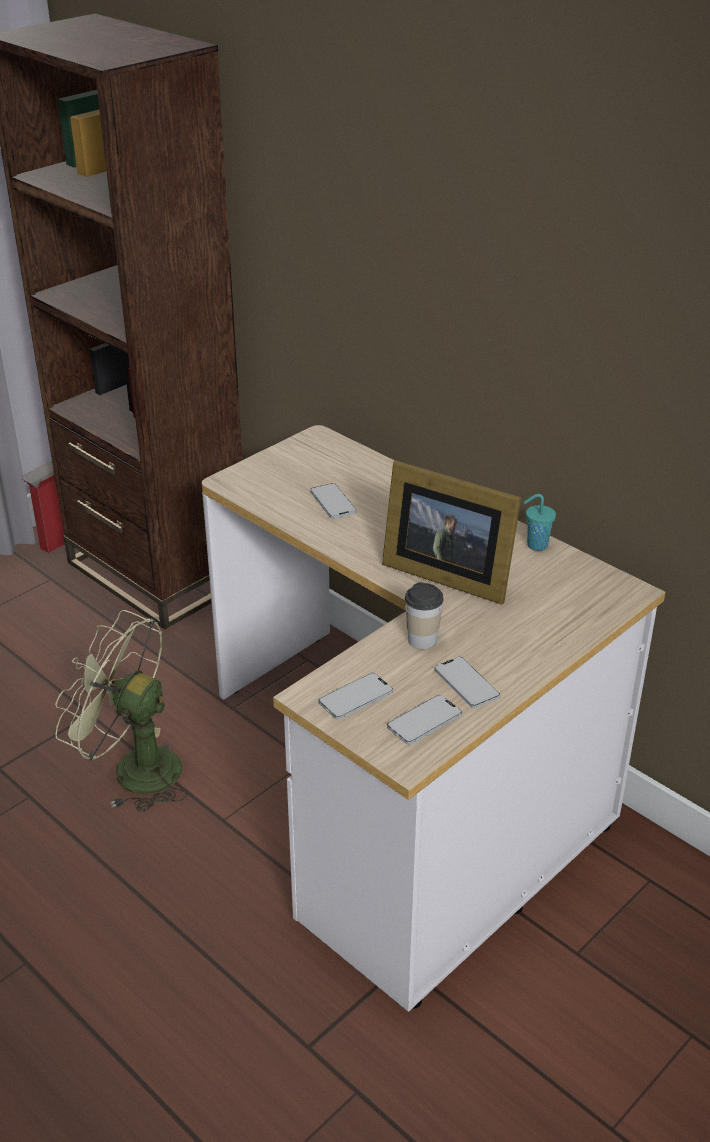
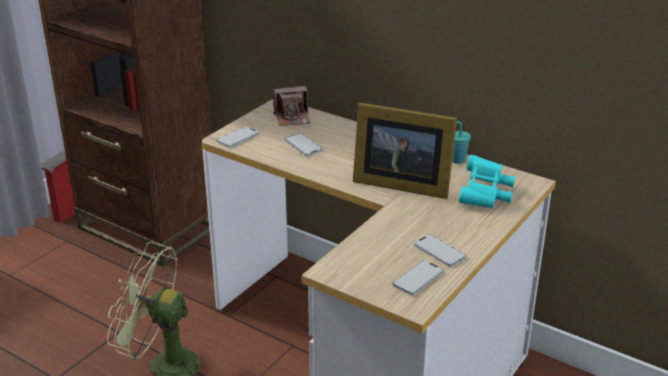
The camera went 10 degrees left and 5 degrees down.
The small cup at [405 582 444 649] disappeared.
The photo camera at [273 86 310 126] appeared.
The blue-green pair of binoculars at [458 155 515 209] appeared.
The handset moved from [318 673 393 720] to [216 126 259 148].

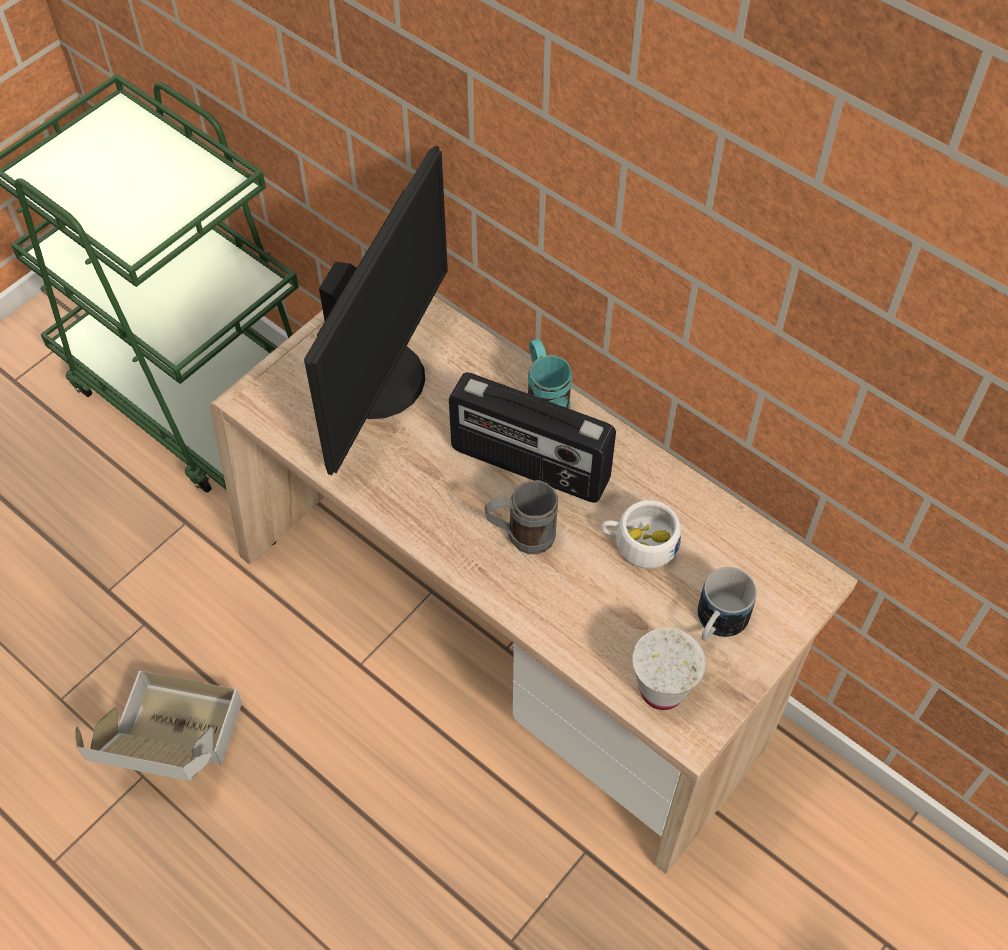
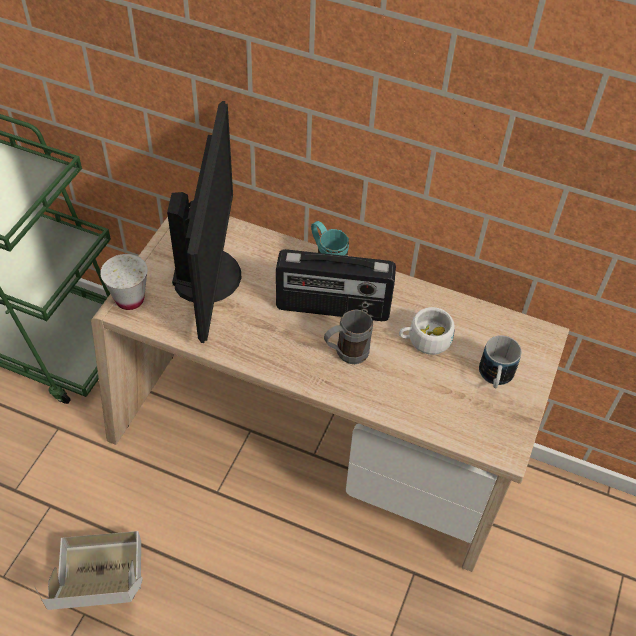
The camera went 20 degrees left and 5 degrees down.
The white-coloured small cup moved from [632 628 706 710] to [100 254 147 310].

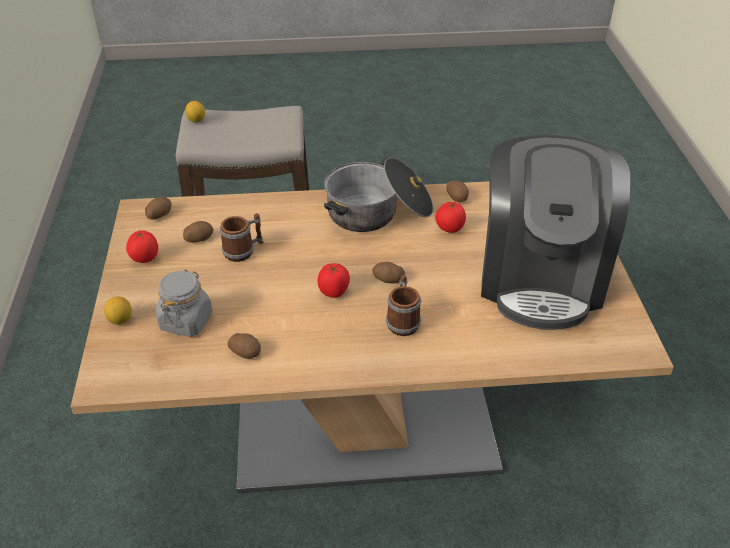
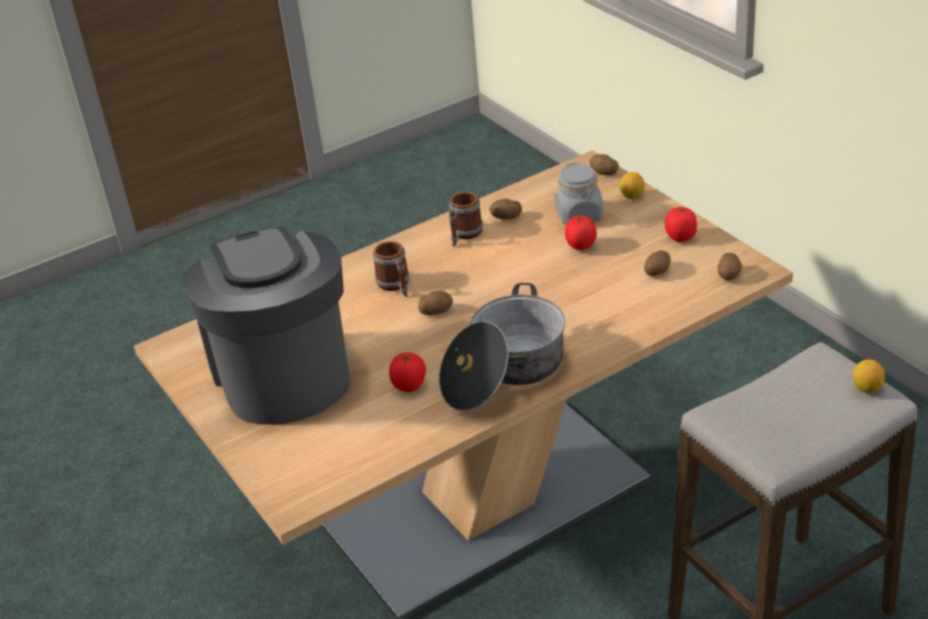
The camera went 155 degrees right and 5 degrees down.
The mug moved from [220 213 264 262] to [449 192 483 247].
The tomato moved from [318 263 350 298] to [565 215 597 250].
The potato moved from [446 180 469 202] to [590 154 619 175].

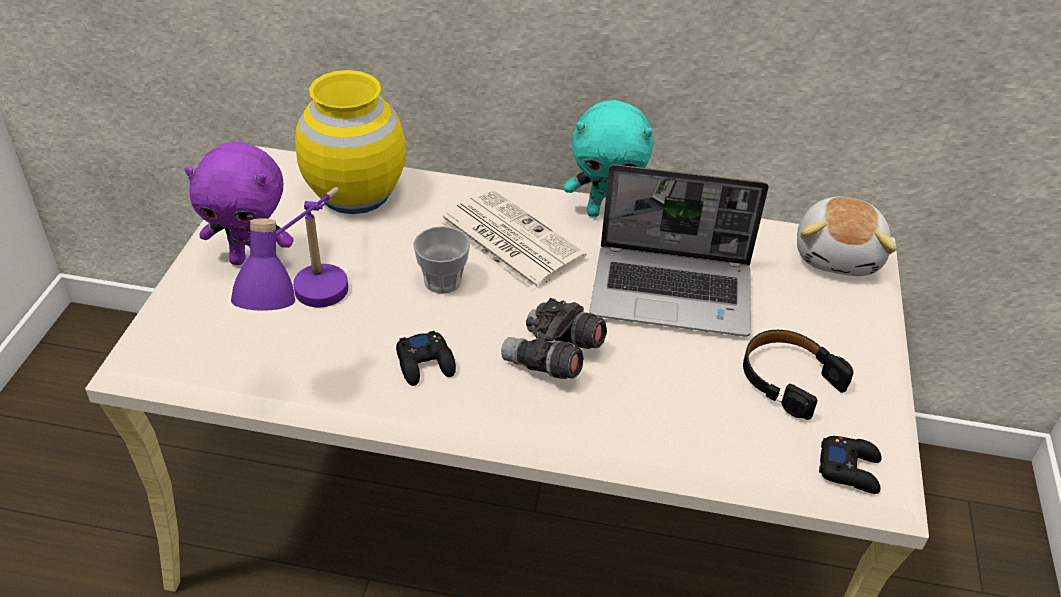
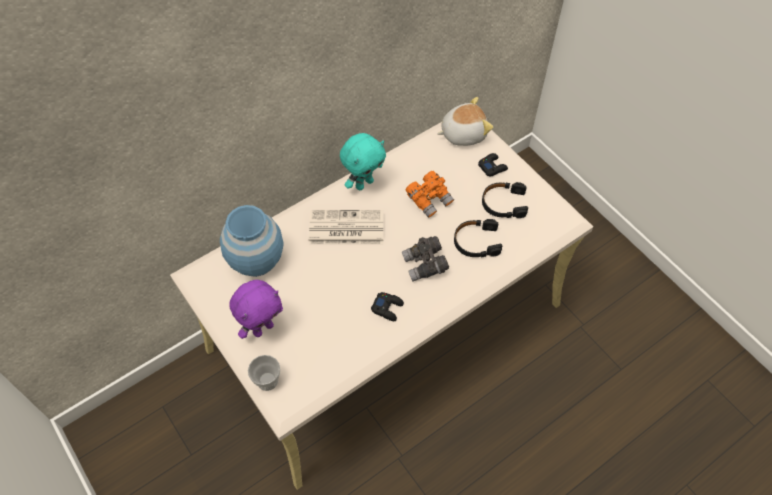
The camera went 45 degrees left and 15 degrees up.
The purple lamp for a table at [231 187 348 311] disappeared.
The black-coloured headphones at [454 219 502 258] appeared.
The small cup moved from [413 226 470 294] to [248 355 280 391].
The black-coloured joypad moved from [819 436 882 494] to [478 153 508 177].
The portable computer at [590 165 769 336] was replaced by the orangey pair of binoculars at [406 171 454 218].
The yellowish vase at [295 70 406 214] became the blue-coloured vase at [220 205 283 277].
The plush toy at [797 197 897 276] turned 75 degrees counterclockwise.

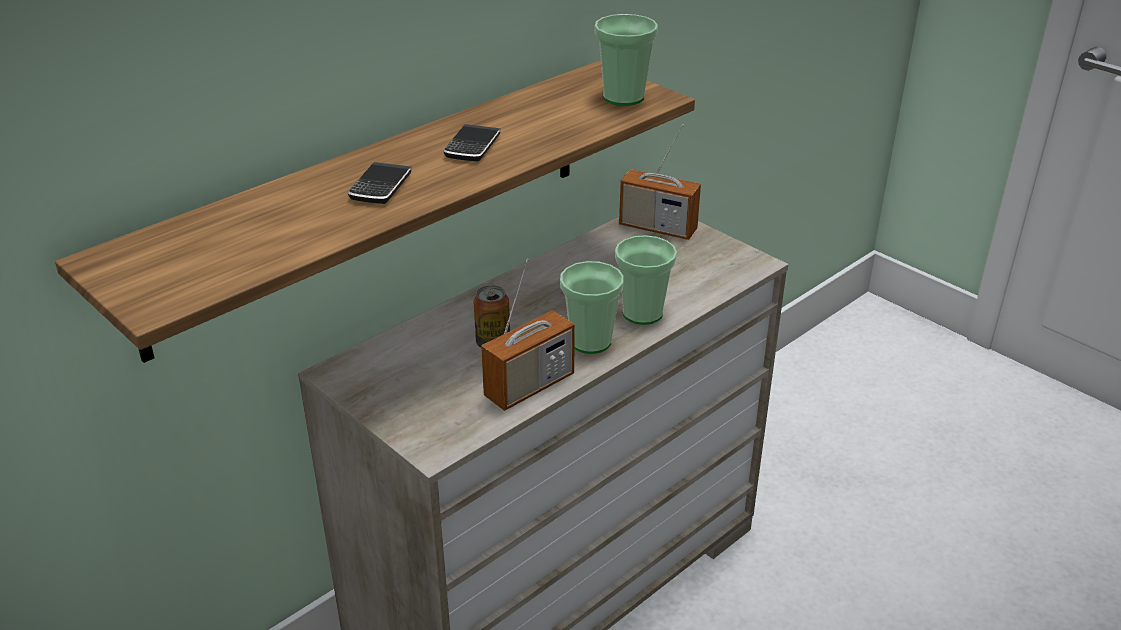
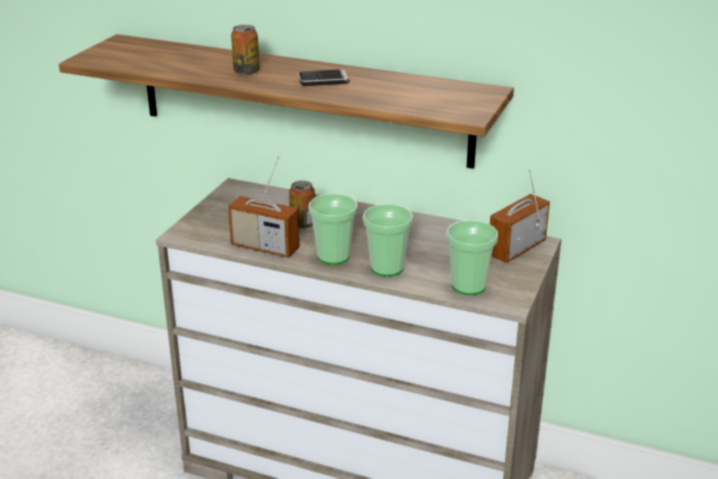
The camera went 65 degrees right and 5 degrees down.
The small cup moved from [594 14 658 106] to [447 220 498 295].
The handset at [348 162 412 204] was replaced by the can at [231 25 260 75].
The radio at [619 124 701 240] turned 45 degrees clockwise.

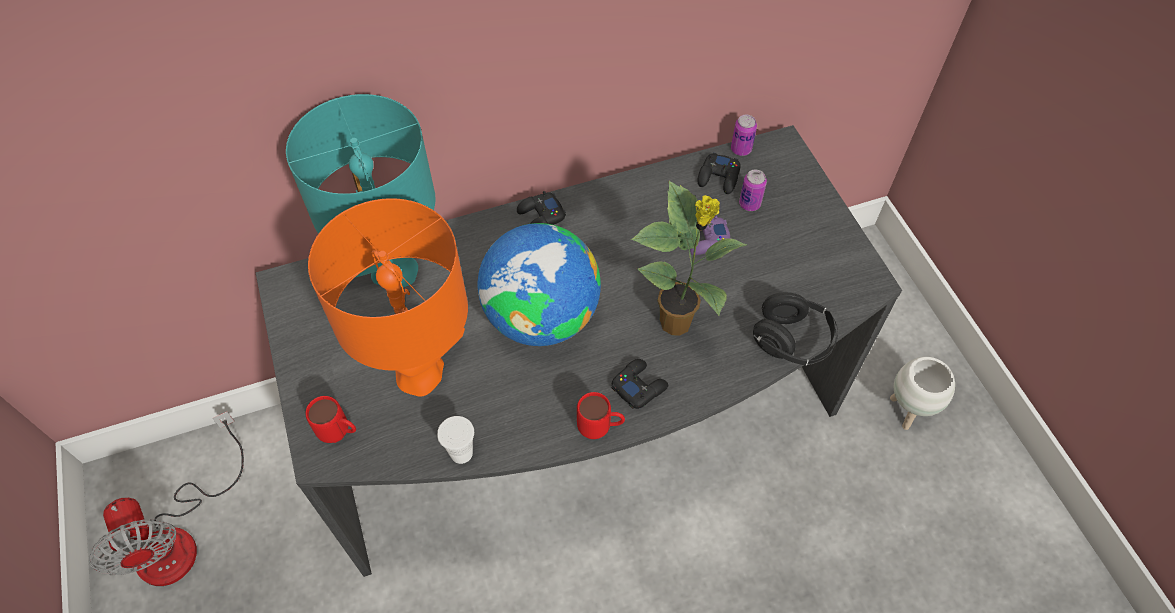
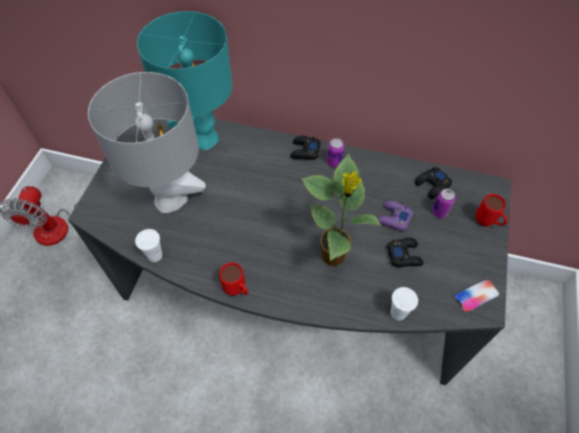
The camera went 35 degrees right and 0 degrees up.
The globe at [478 223 601 346] disappeared.
The white-coloured flower pot at [890 357 955 430] disappeared.
The handset at [453 279 500 313] appeared.
The reddish mug moved from [306 396 356 443] to [476 194 508 226].
The black-coloured joypad moved from [612 359 668 409] to [387 238 424 267].
The can moved from [731 115 757 156] to [327 138 344 167].
The black-coloured headphones at [753 292 838 366] was replaced by the white-coloured small cup at [390 287 418 320].
The orangey lamp for a table at [308 198 468 397] became the grey lamp for a table at [88 72 206 213].

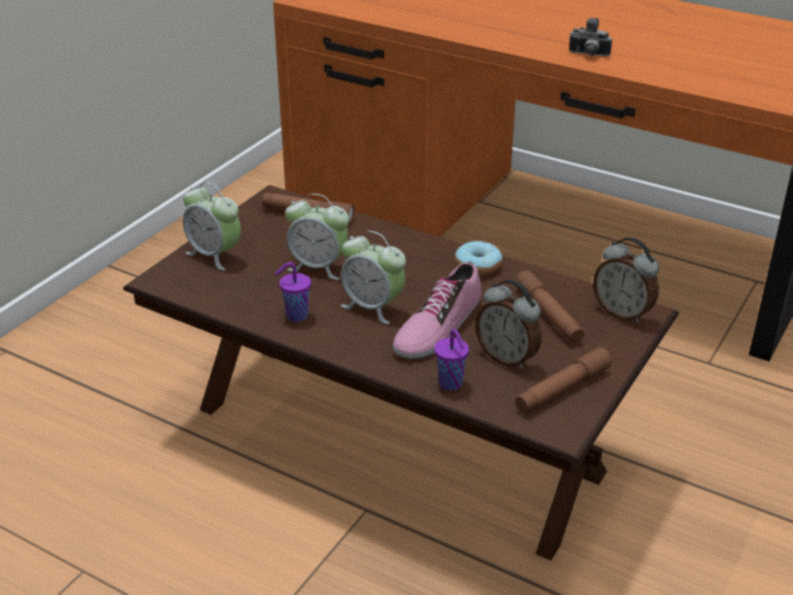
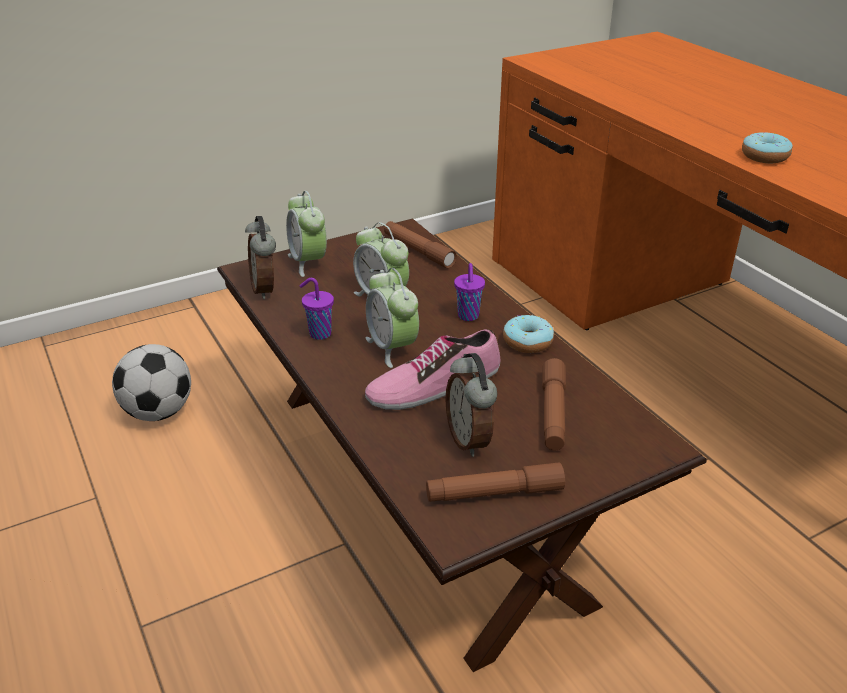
The camera went 30 degrees right and 0 degrees up.
The football at [112 344 191 421] appeared.
The purple small cup moved from [434 329 469 391] to [454 263 485 321].
The alarm clock moved from [593 237 659 324] to [245 216 276 299].
The photo camera at [569 18 612 57] was replaced by the doughnut at [742 132 793 163].

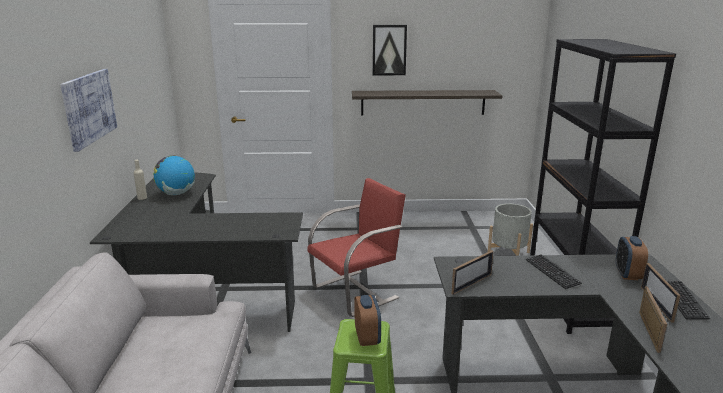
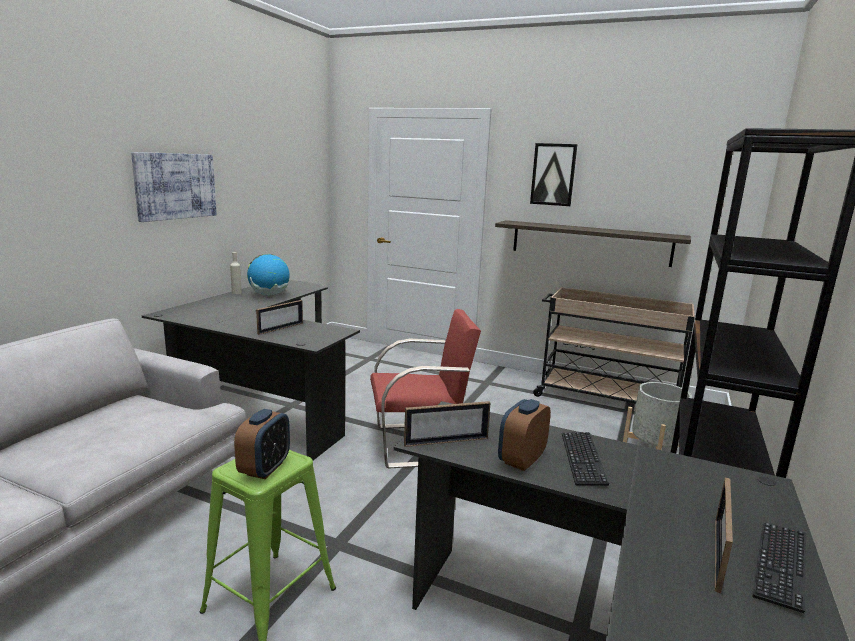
The camera went 25 degrees right and 5 degrees down.
The beige cart at [533 287 695 404] appeared.
The alarm clock moved from [616 236 648 280] to [498 399 551 471].
The picture frame moved from [639 286 667 353] to [256 300 303 335].

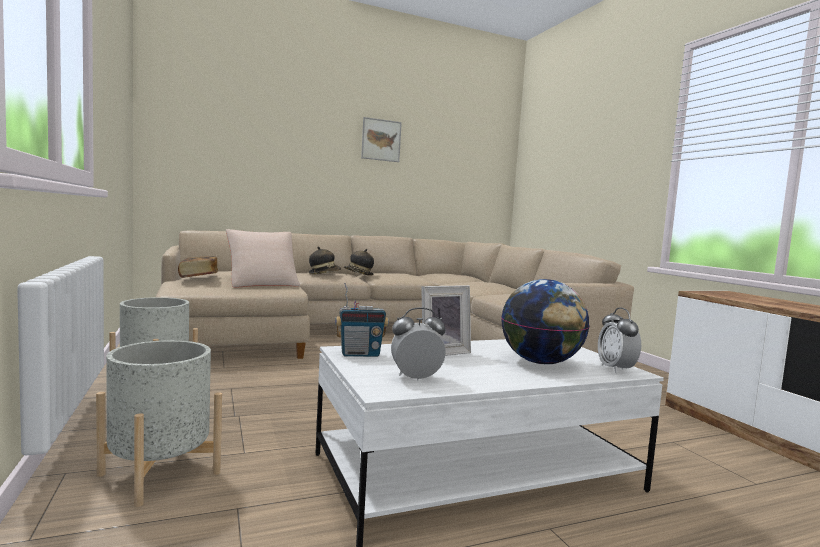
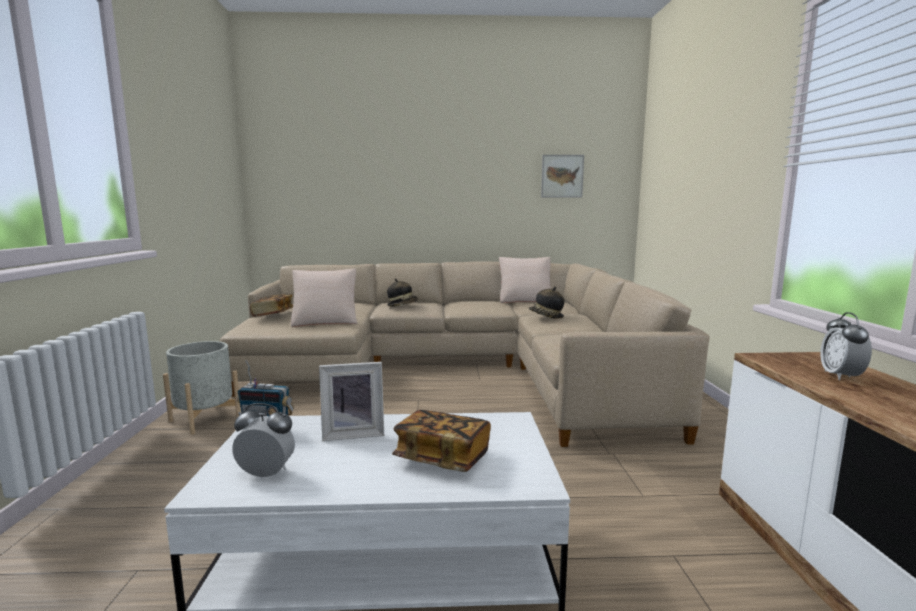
The camera went 20 degrees right and 5 degrees up.
The grey flower pot at [96 340 222 507] disappeared.
The beige throw pillow at [499 257 551 303] appeared.
The hat moved from [344 249 374 275] to [529 287 564 319].
The wall art moved from [361 117 402 162] to [541 155 584 198].
The alarm clock moved from [598 307 641 373] to [820 312 872 380].
The globe at [501 279 590 364] was replaced by the bound book at [392 410 491 472].

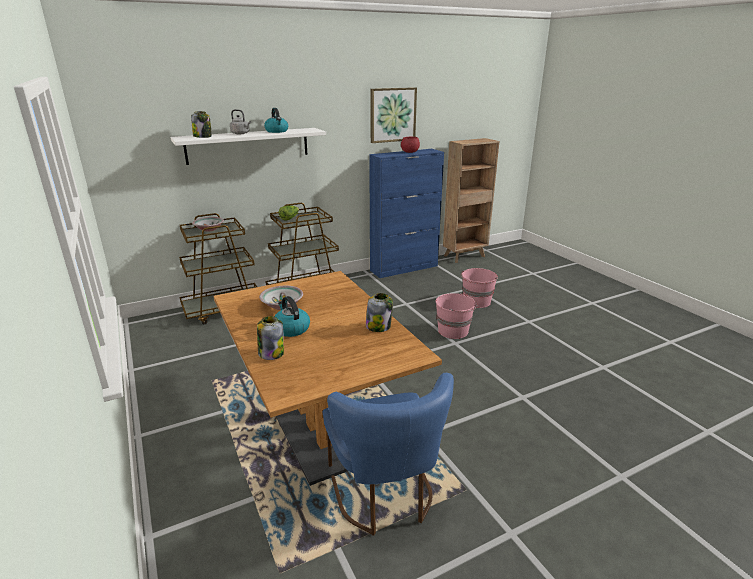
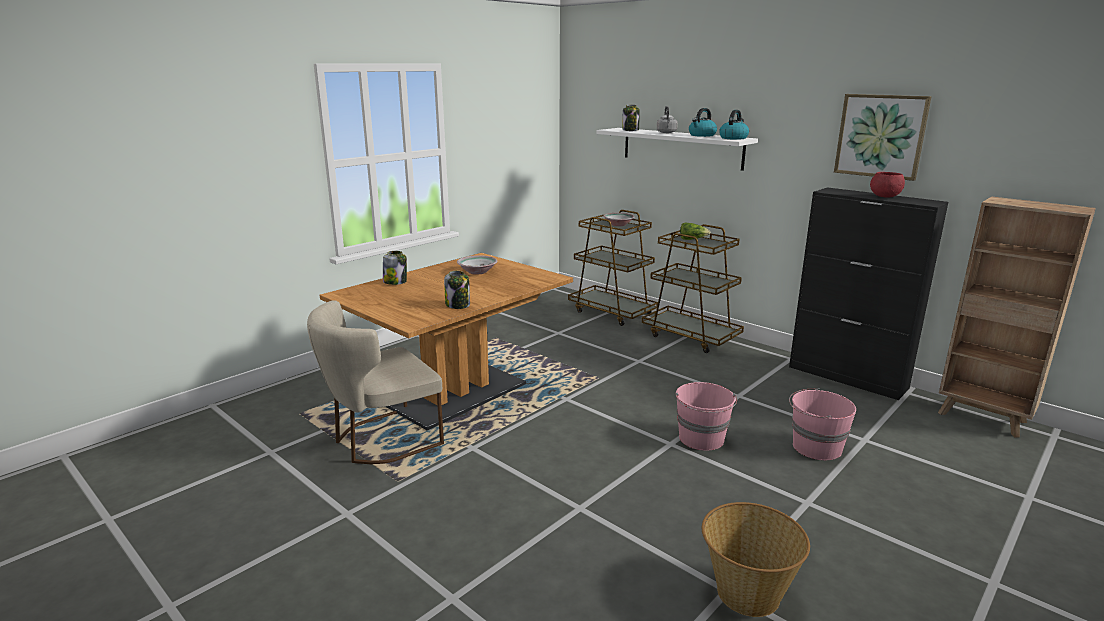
The camera went 70 degrees right and 5 degrees down.
The household basket at [702 502 810 617] appeared.
The tea kettle moved from [274 296 310 337] to [719 110 749 140].
The blue-coloured upright chair at [323 373 454 536] became the beige upright chair at [307 300 444 464].
The blue-coloured cupboard at [369 149 444 278] became the black-coloured cupboard at [789 187 948 400].

